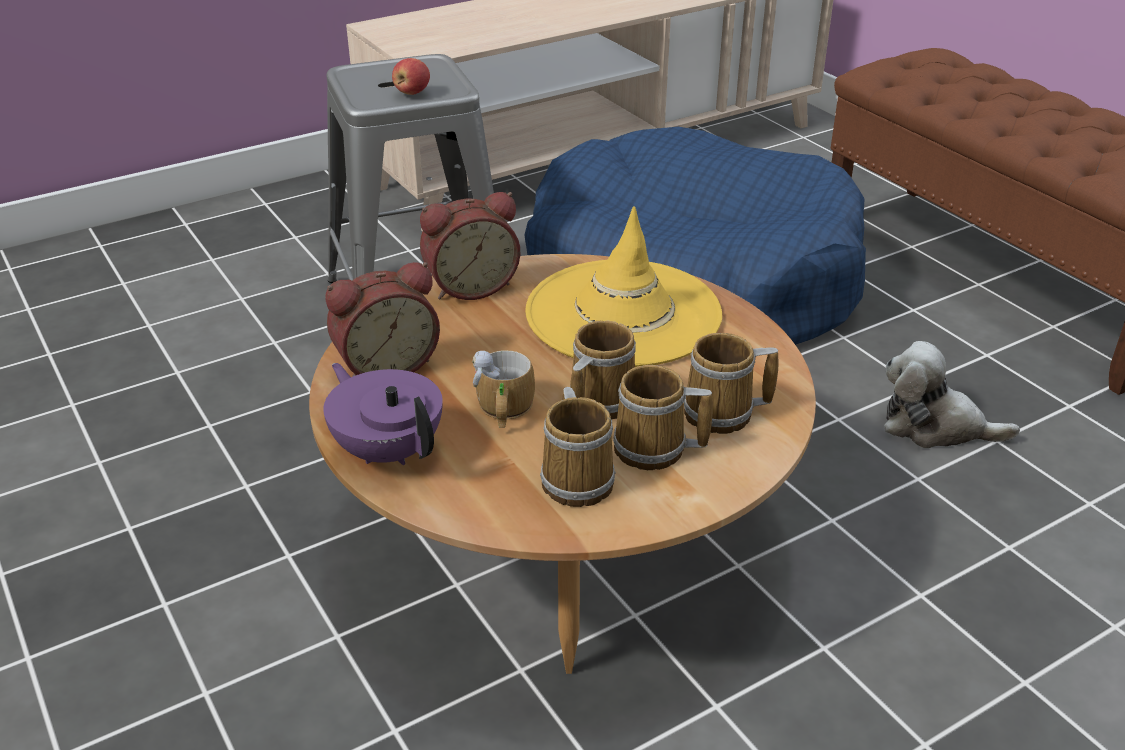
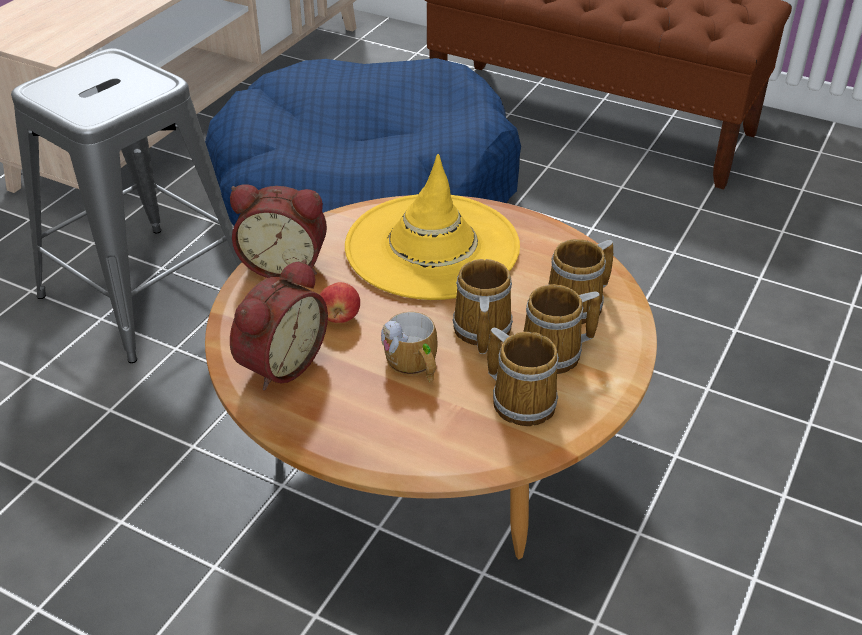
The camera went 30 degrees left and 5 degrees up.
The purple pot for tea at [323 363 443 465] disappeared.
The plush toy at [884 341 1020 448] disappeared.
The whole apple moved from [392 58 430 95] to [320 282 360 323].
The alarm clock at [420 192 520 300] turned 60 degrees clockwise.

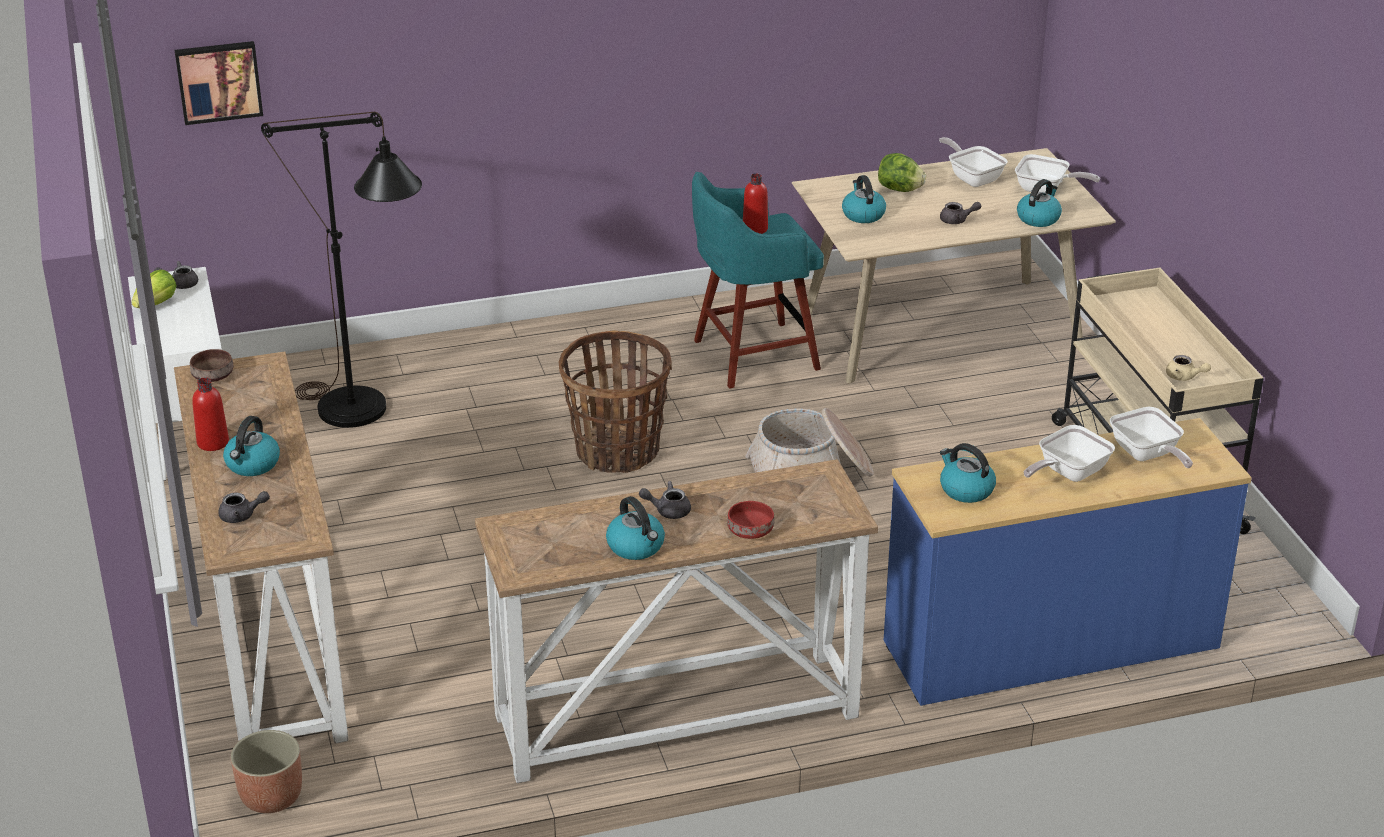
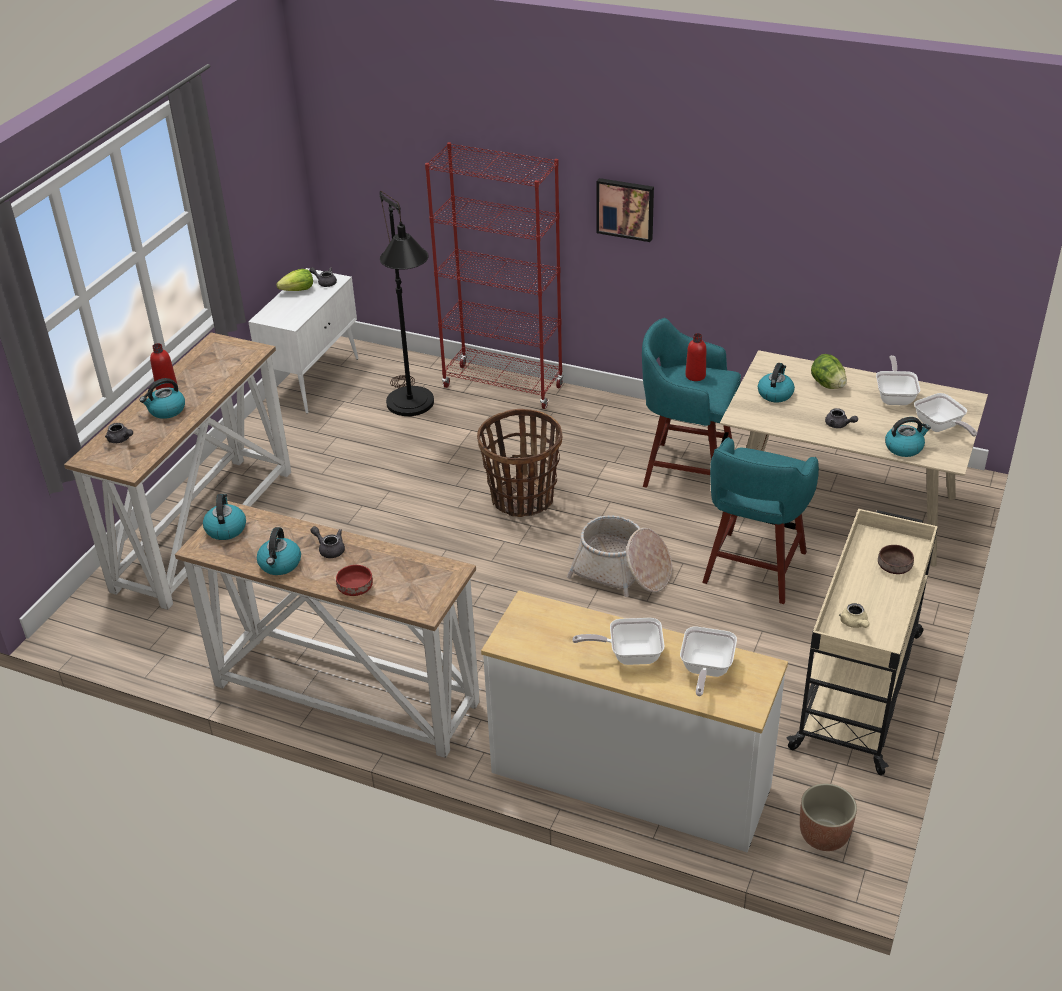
The camera went 40 degrees right and 5 degrees up.
The reddish bookshelf at [425 142 563 409] appeared.
The blue-green stool at [702 437 819 604] appeared.
The wall art moved from [175 41 263 125] to [597 178 654 242].
The brown serving bowl moved from [190 349 233 382] to [878 545 914 574].
The flower pot moved from [231 730 302 813] to [800 783 857 851].
The tea kettle moved from [940 443 996 503] to [203 494 246 540].
The blue-coloured dresser at [884 418 1252 706] became the white-coloured dresser at [481 590 788 852].

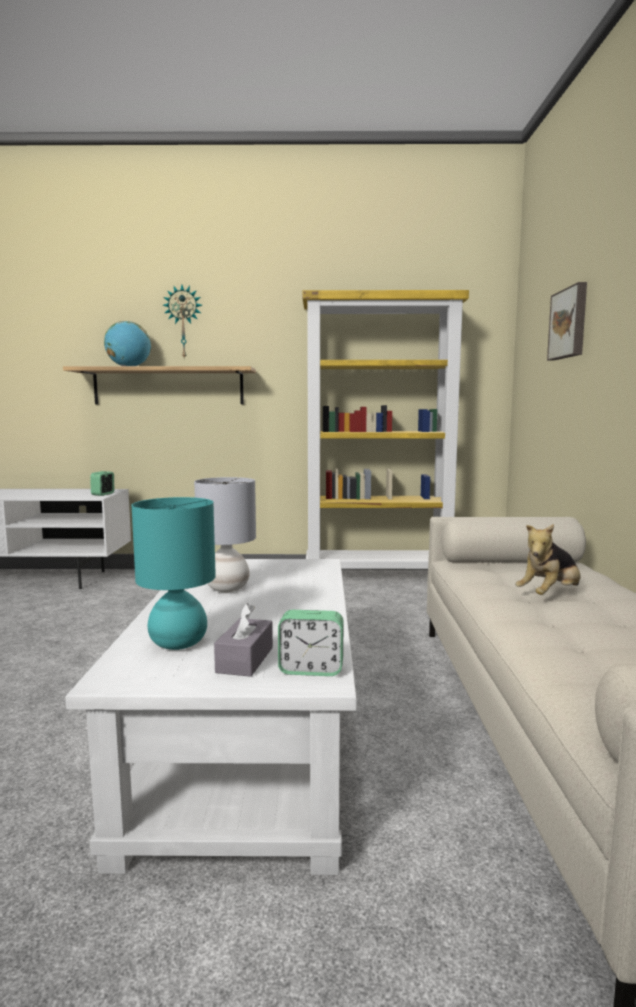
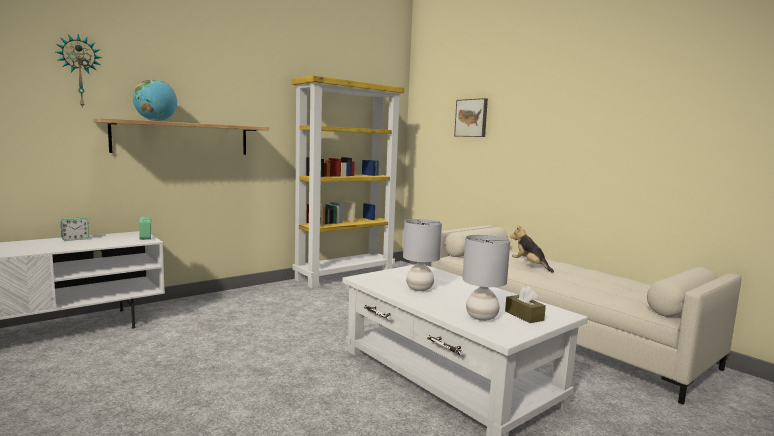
The camera went 40 degrees left and 0 degrees up.
The hanging clock moved from [163 285 202 360] to [56 34 102 109].
The alarm clock moved from [278 610 344 676] to [60 217 89 241].
The blue-green lamp for a table at [132 497 216 650] became the grey lamp for a table at [463 234 510 321].
The grey box of tissues at [214 603 273 677] became the brown box of tissues at [505 286 546 323].
The plush toy at [515 524 581 595] turned 135 degrees clockwise.

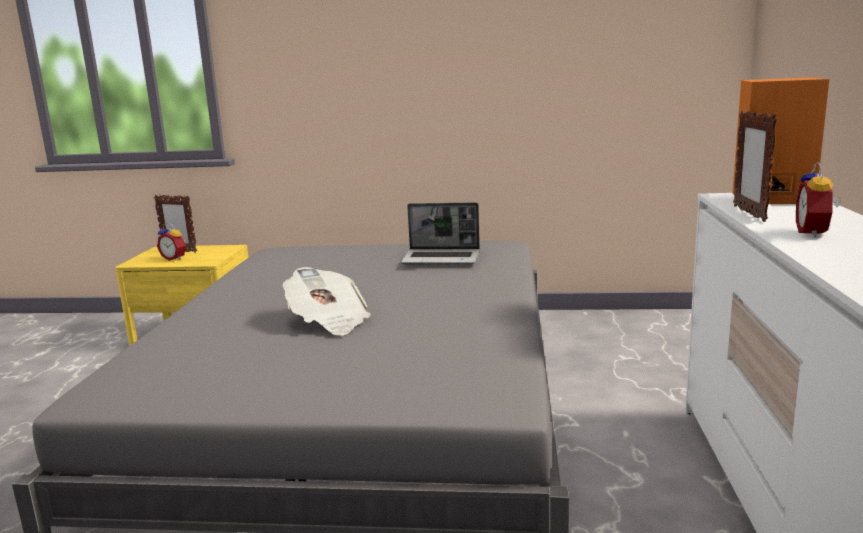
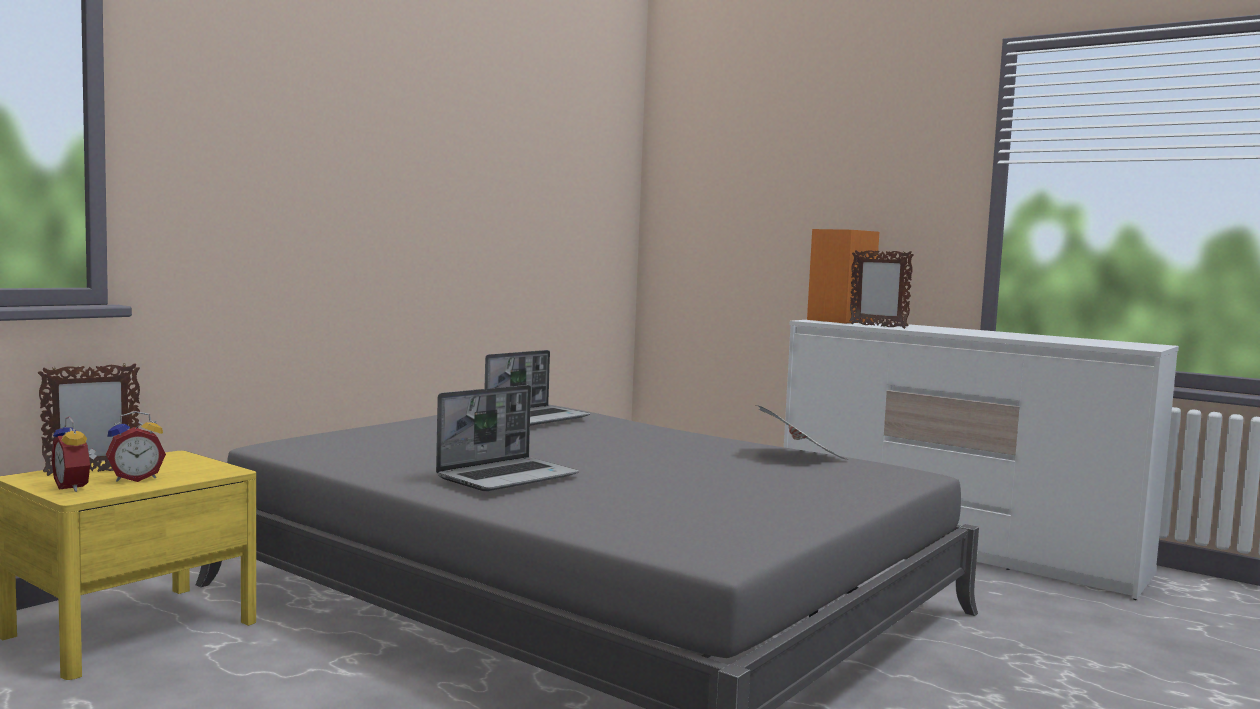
The camera went 60 degrees left and 10 degrees down.
The portable computer at [436 385 579 491] appeared.
The newspaper moved from [282 267 371 336] to [756 405 848 460].
The alarm clock moved from [796 162 841 237] to [51 416 97 492].

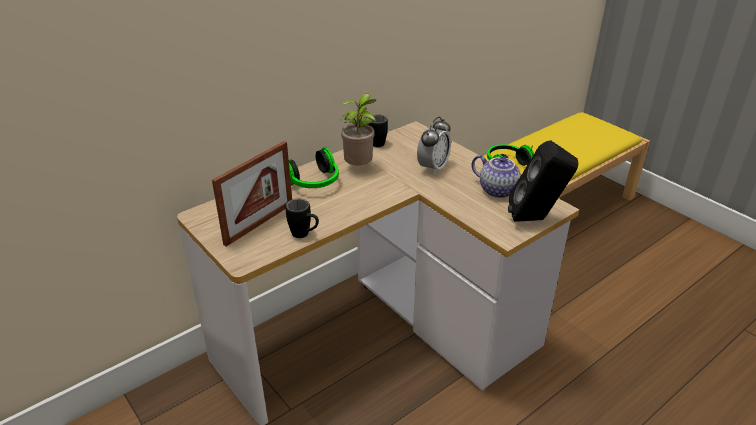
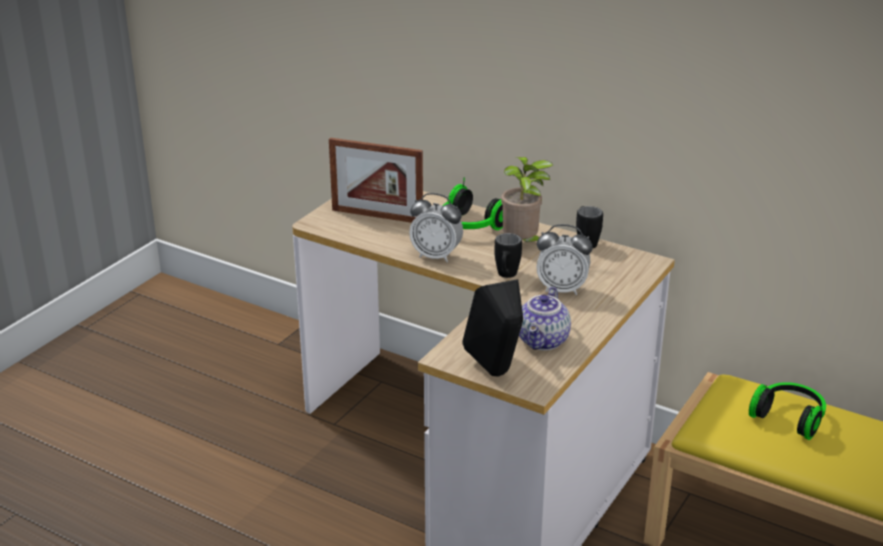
The camera went 70 degrees right and 5 degrees down.
The alarm clock at [409 193 463 262] appeared.
The black-coloured mug moved from [285 199 319 238] to [494 233 522 278].

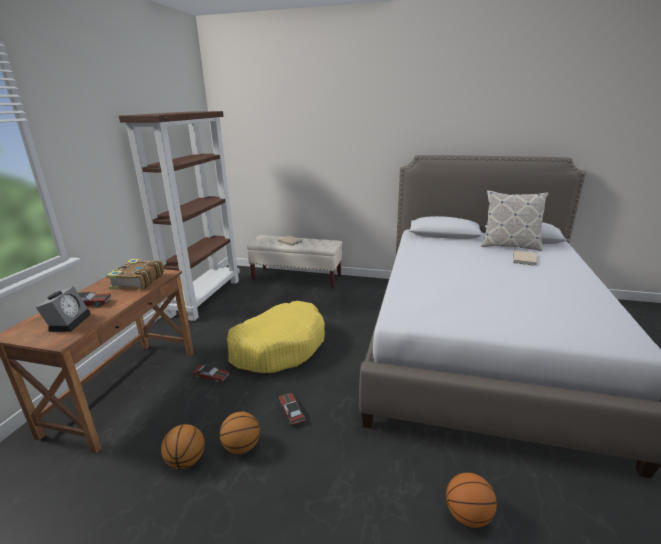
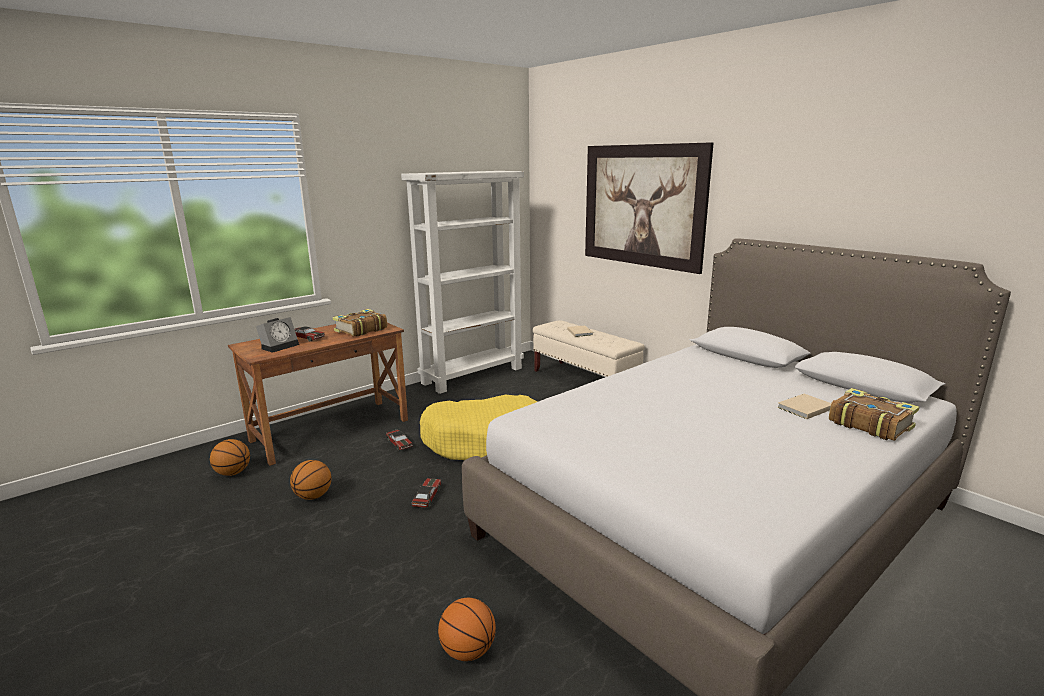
The camera went 35 degrees right and 5 degrees down.
The throw pillow at [481 190 549 251] disappeared.
The wall art at [585 142 714 274] appeared.
The bound book at [829 388 919 441] appeared.
The basketball ball moved from [220 412 260 454] to [210 439 250 476].
The brown bookshelf at [119 111 240 321] became the white-coloured bookshelf at [401 171 524 394].

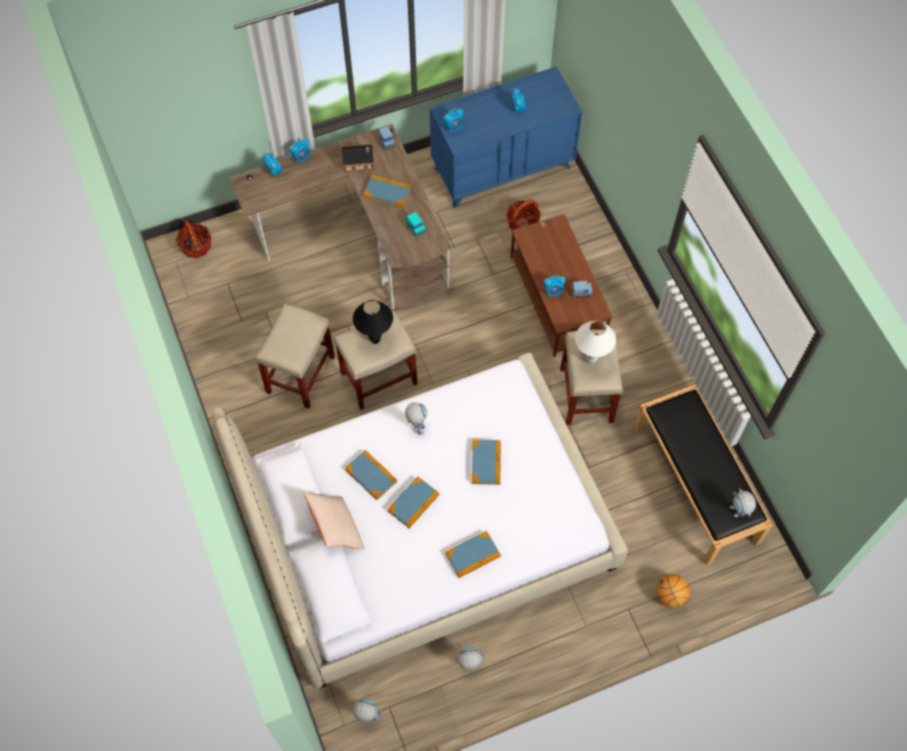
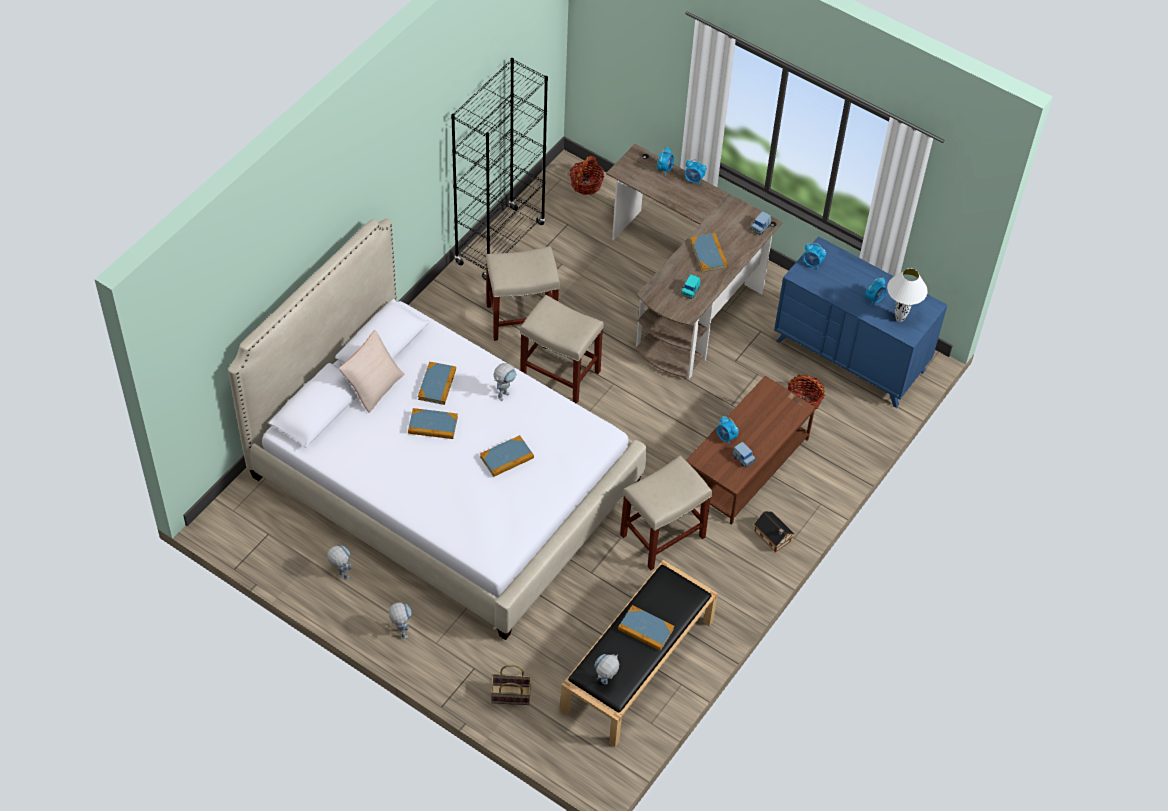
The camera went 55 degrees right and 10 degrees down.
The black-coloured lamp for a table at [353 300 393 344] disappeared.
The black-coloured bookshelf at [451 58 548 280] appeared.
The miniature house moved from [341 145 374 172] to [754 511 794 552].
The robot figure moved from [351 698 382 722] to [389 602 411 639].
The bound book moved from [445 531 501 578] to [618 605 674 651].
The white-coloured lamp for a table moved from [575 321 616 364] to [887 268 928 322].
The basketball ball at [656 574 690 608] was replaced by the household basket at [491 665 531 705].

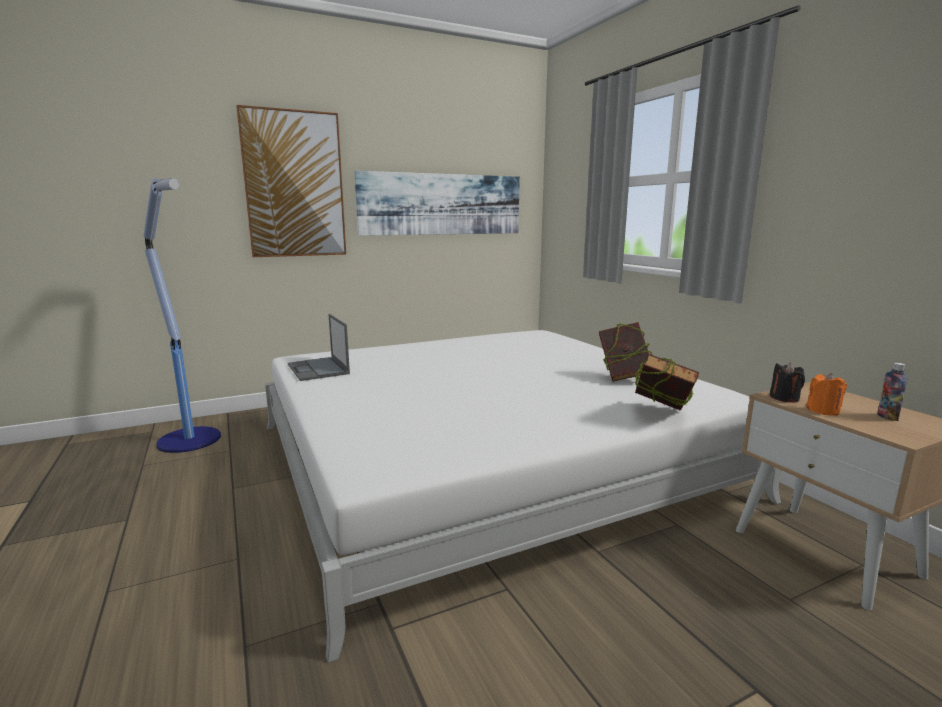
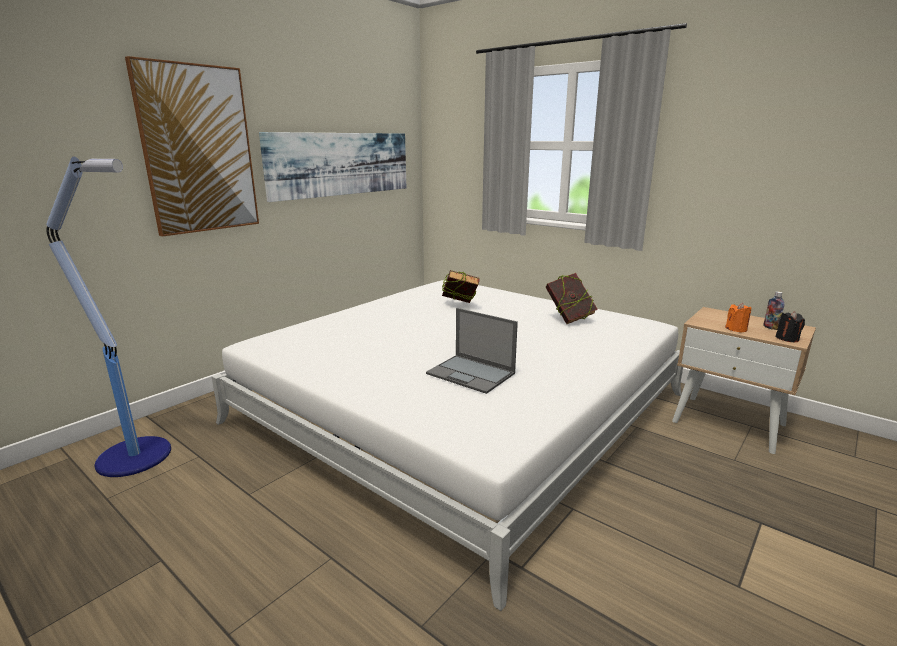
The camera went 25 degrees left and 5 degrees up.
The portable computer moved from [288 314 350 381] to [426 308 518 394].
The bound book moved from [635 354 699 411] to [442 270 480 303].
The black-coloured wax light moved from [770 362 805 403] to [776 311 805 342].

